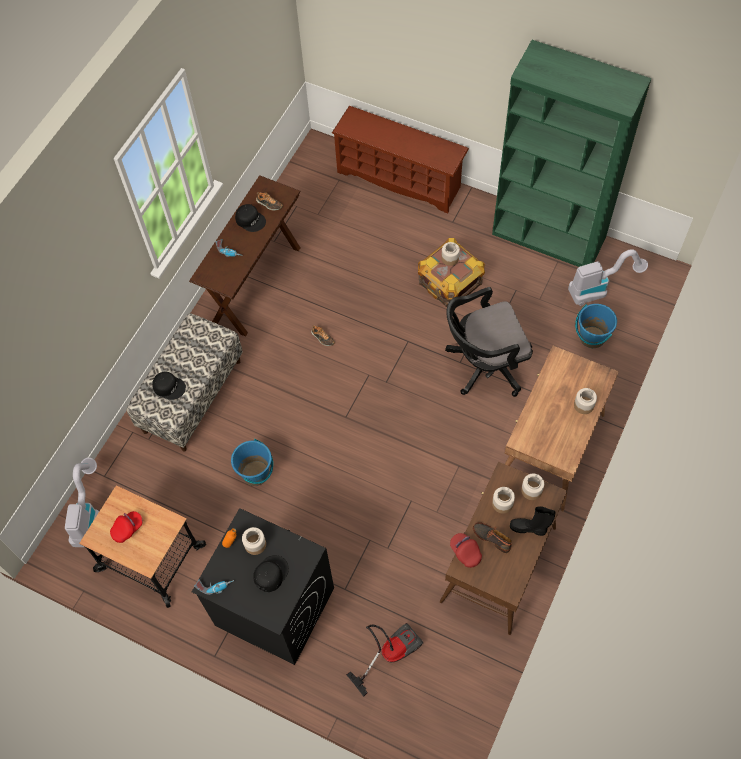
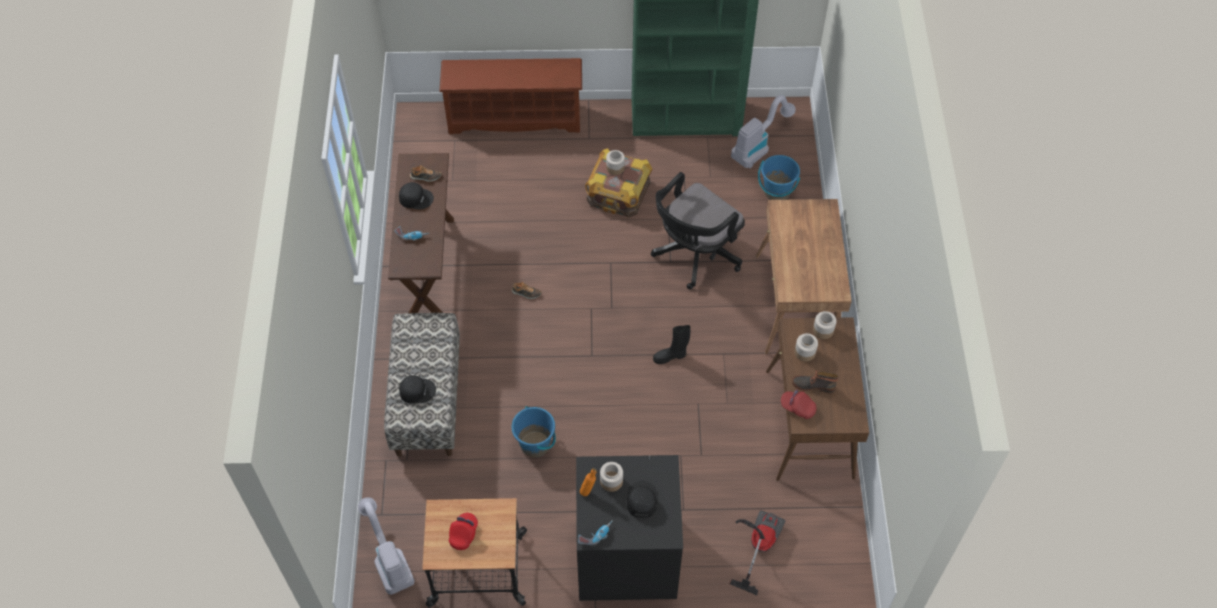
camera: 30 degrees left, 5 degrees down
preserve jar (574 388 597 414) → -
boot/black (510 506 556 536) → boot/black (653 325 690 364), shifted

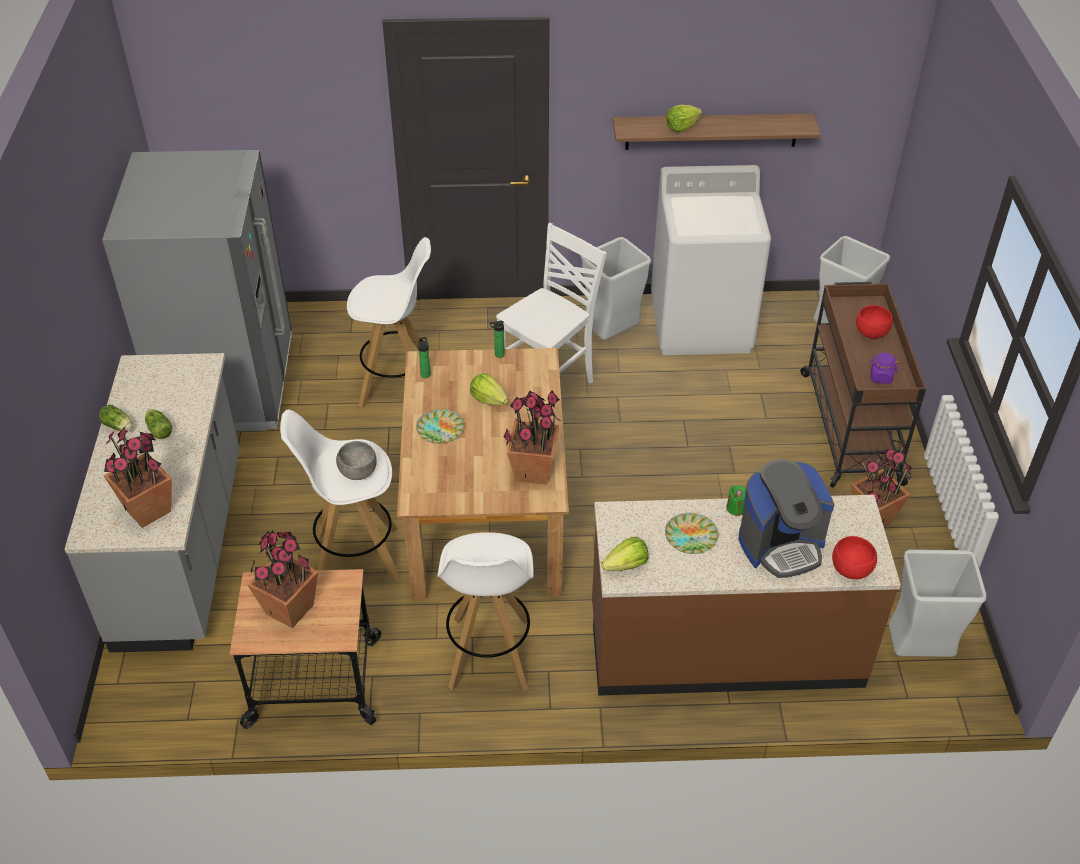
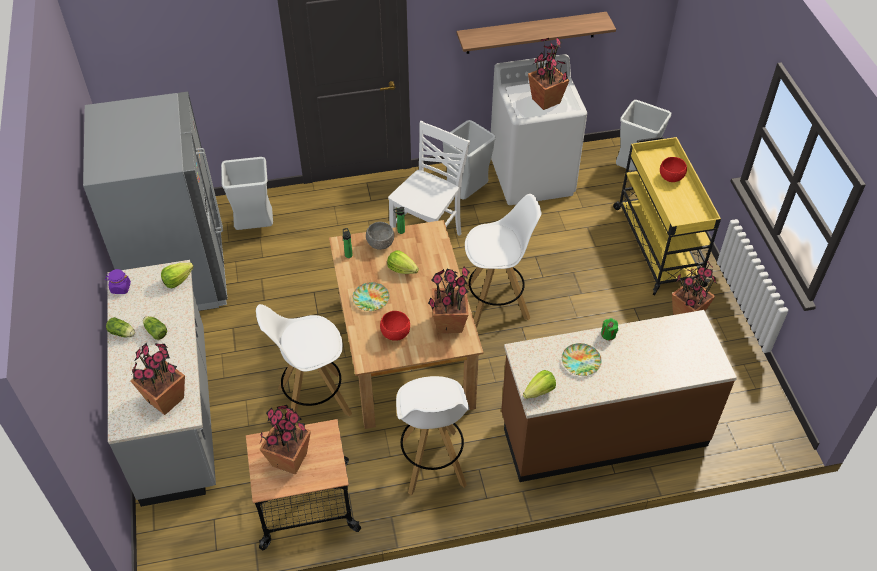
camera: 10 degrees left, 5 degrees up
head of lettuce (666 105 702 132) → head of lettuce (161 263 194 288), shifted
stool seat/white-coloured (347 237 431 407) → stool seat/white-coloured (465 194 542 328), shifted
cart/brownish (800 282 926 488) → cart/yellow (613 136 721 295)
preserve jar/purple-coloured (870 353 899 384) → preserve jar/purple-coloured (105 269 131 294), shifted
deep dish/greyish (336 441 377 480) → deep dish/greyish (366 222 394 250), shifted
coffee machine (738 459 834 578) → -
deep dish/red-coloured (832 536 877 579) → deep dish/red-coloured (380 311 410 341), shifted
trash can/greyish (889 549 987 657) → trash can/greyish (221 157 273 230), shifted
- → potted plant (528 37 569 110)

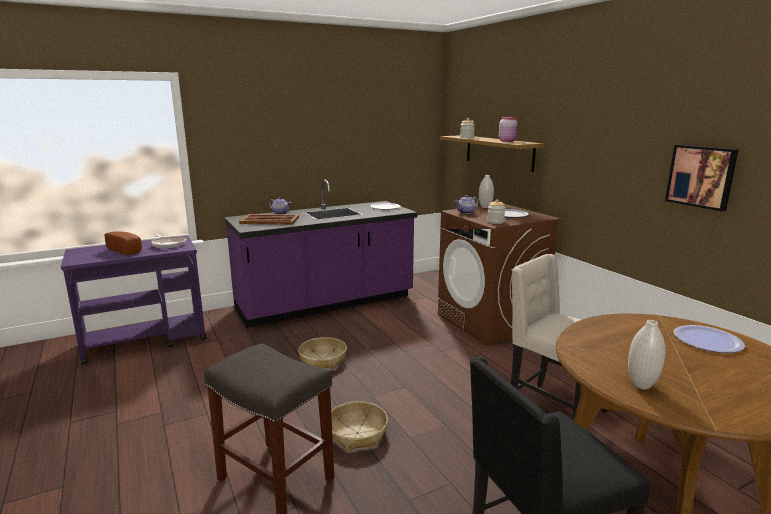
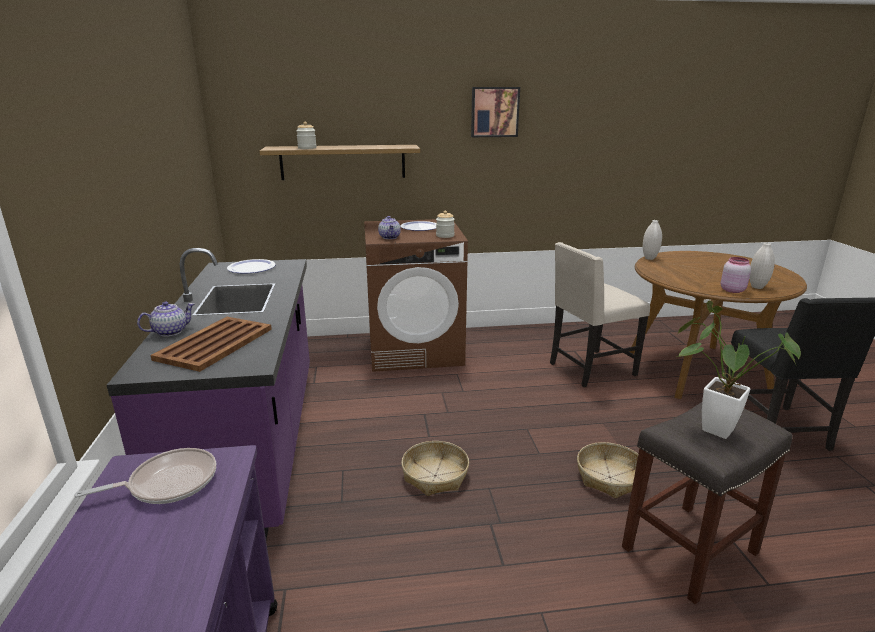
camera: 70 degrees left, 5 degrees up
preserve jar/pinkish (499 117 518 142) → preserve jar/pinkish (721 257 751 293), shifted
wall picture (665 145 739 211) → wall picture (471 87 520 137), shifted
decorative vase/white-coloured (479 175 494 208) → decorative vase/white-coloured (643 220 662 260), shifted
bread (105 231 142 255) → -
flat dish (674 325 745 353) → -
- → potted plant (677 301 801 439)

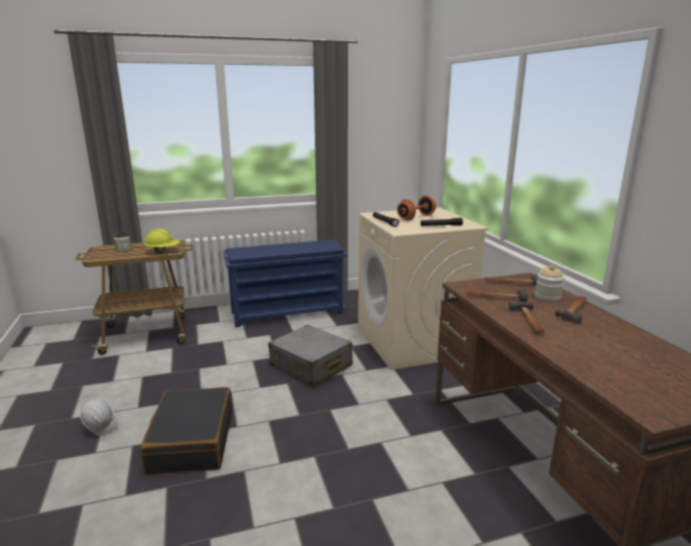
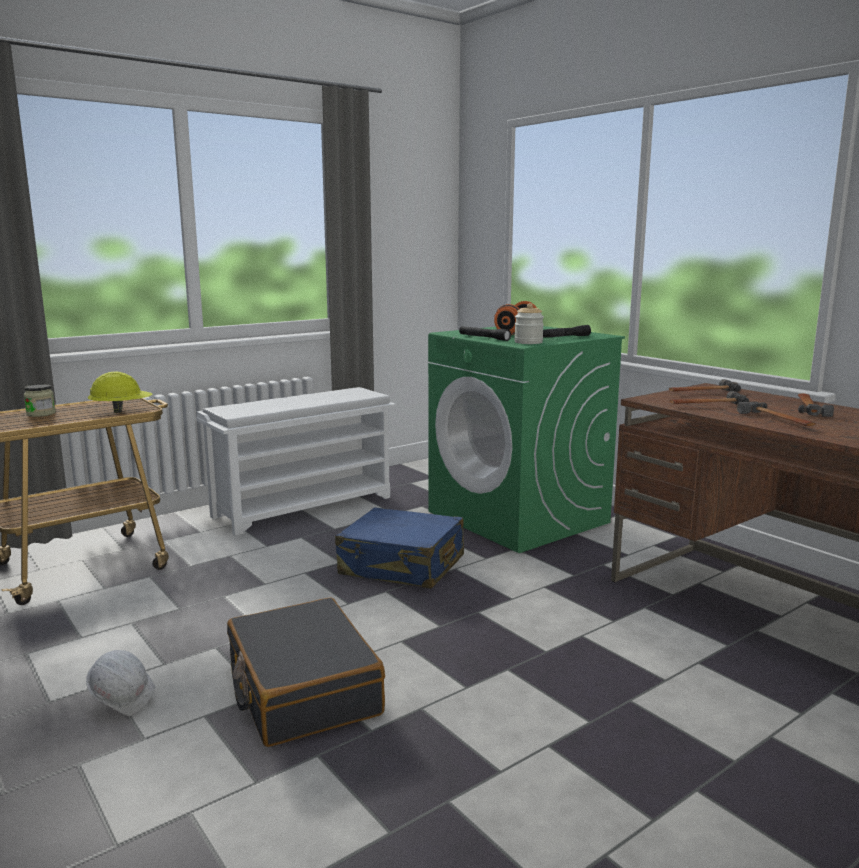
camera: 20 degrees left, 5 degrees down
washing machine/beige (358 208 489 370) → washing machine/green (428 326 625 553)
shoe shelf/blue-coloured (223 240 348 328) → shoe shelf/white-coloured (196 387 396 536)
preserve jar (535 265 564 302) → preserve jar (514 303 544 344), shifted
travel case/greyish (268 325 353 387) → travel case/blue-coloured (335 507 464 589)

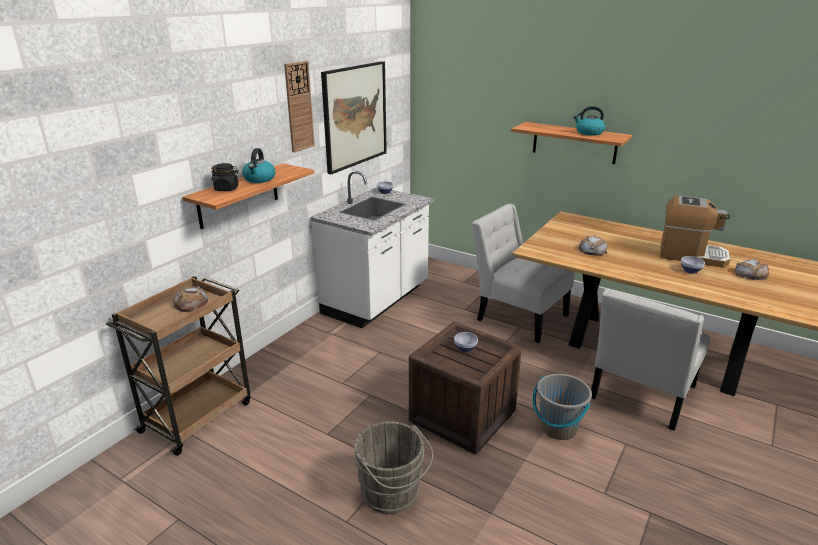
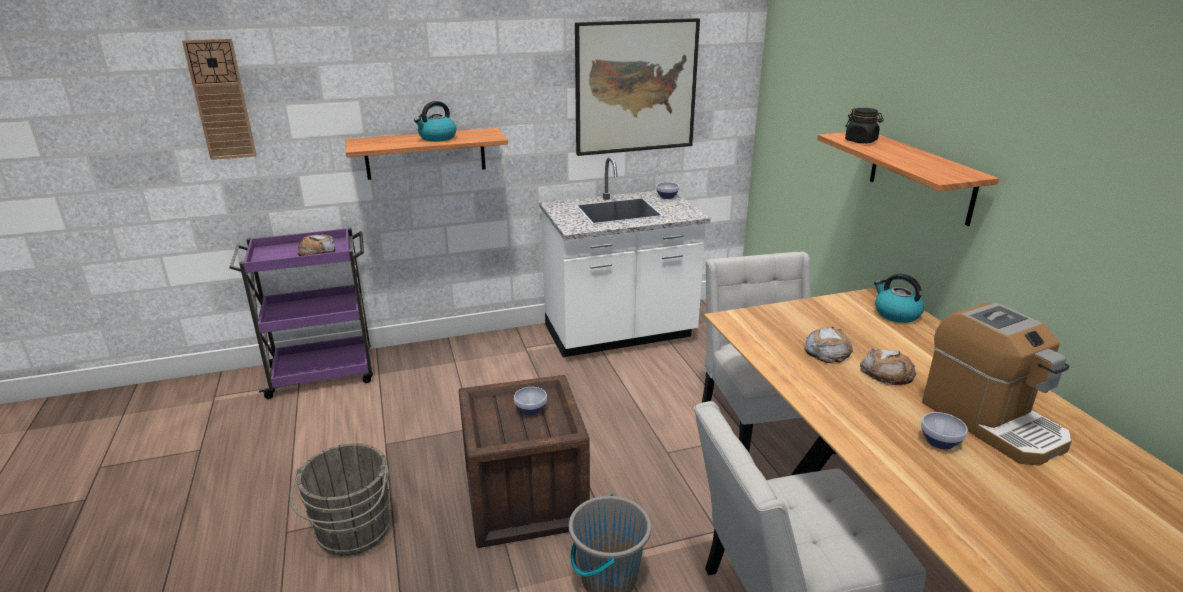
camera: 40 degrees right, 0 degrees up
hanging clock (284 61 315 152) → hanging clock (182 38 257 160), shifted
water kettle (573 106 605 136) → water kettle (874 274 924 323), shifted
preserve jar/black (211 163 239 191) → preserve jar/black (845 108 884 143), shifted
bread (735 259 770 281) → bread (860 348 917 385), shifted
cart/brownish (106 276 251 456) → cart/purple-coloured (229 228 373 399)

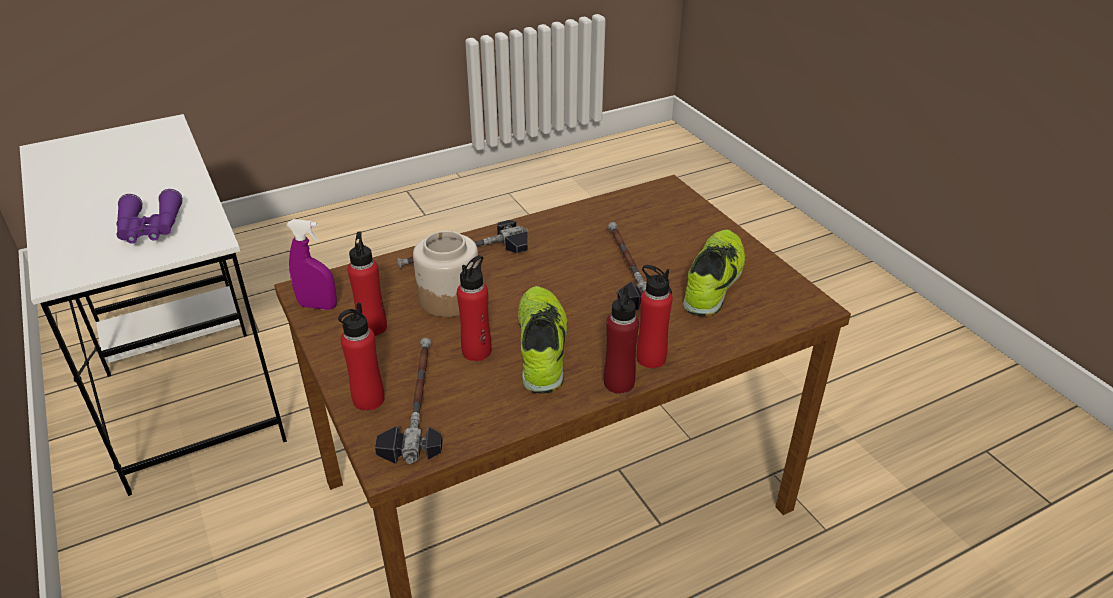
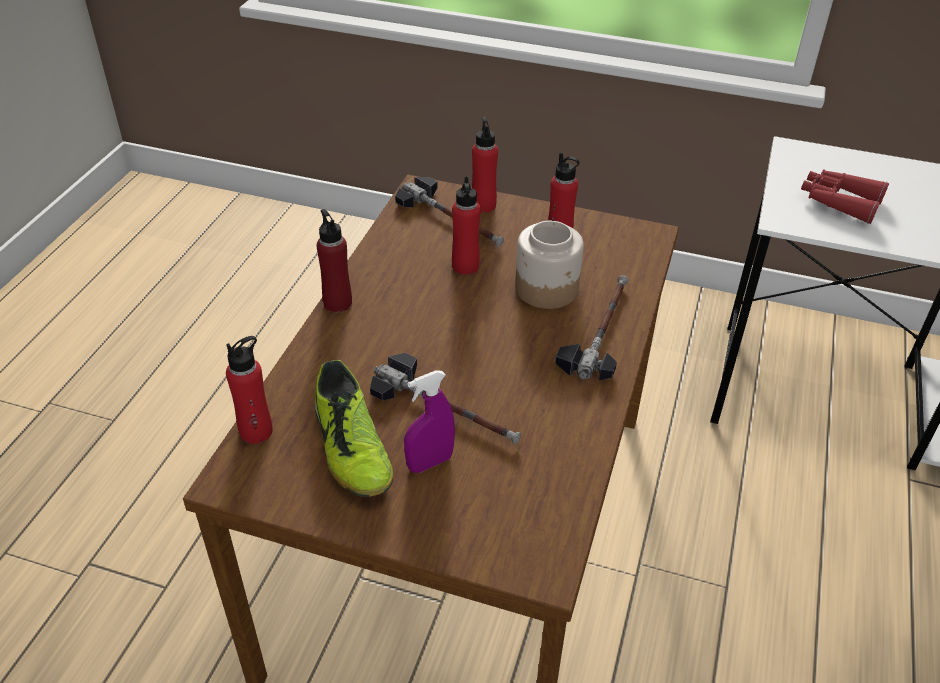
camera: 135 degrees right, 5 degrees up
pair of binoculars/purple-coloured (116 189 183 244) → pair of binoculars/red-coloured (801 169 889 224)
spray bottle/purple-coloured (286 219 337 310) → spray bottle/purple-coloured (404 370 455 473), shifted
bottle/red-coloured (637 265 672 368) → bottle/red-coloured (226 336 273 444), shifted
item of footwear (518 286 567 393) → -

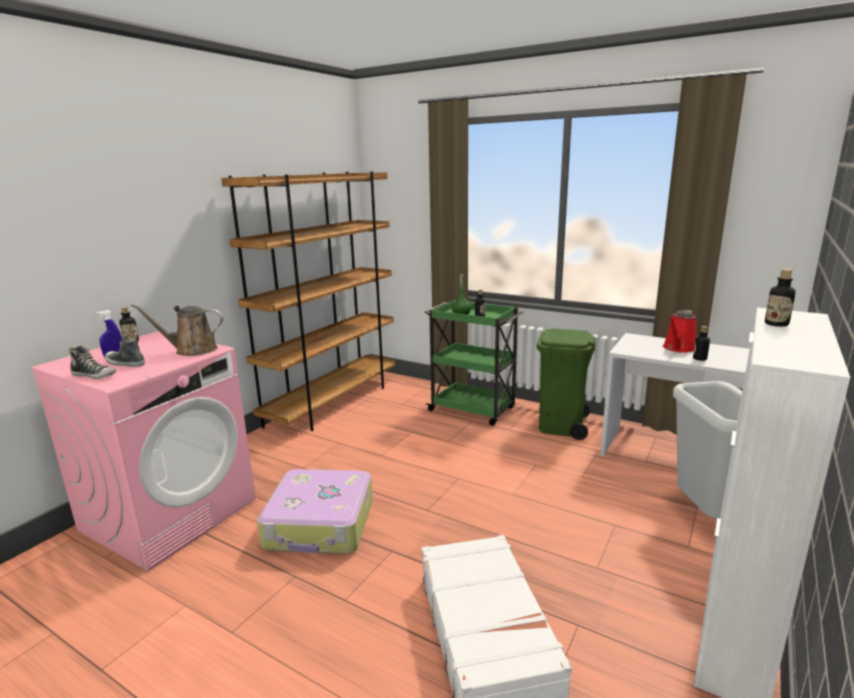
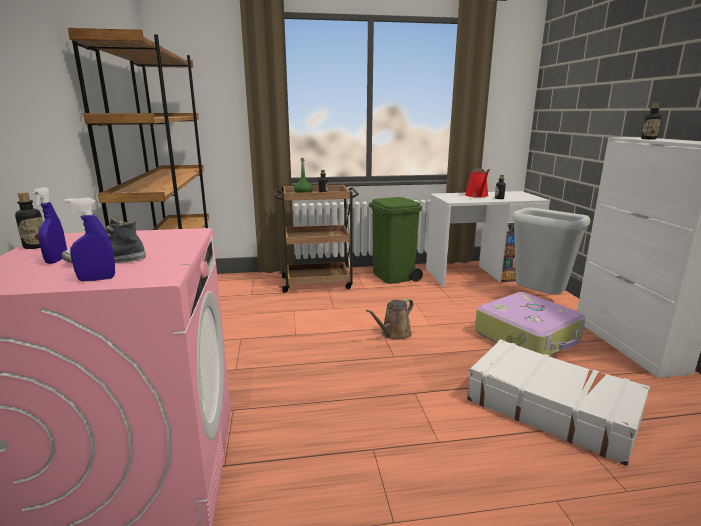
camera: 40 degrees left, 0 degrees up
cart/green (425 300 524 426) → cart/brownish (274 185 359 293)
watering can/brownish (130 304 223 356) → watering can/brownish (366 299 413 340), shifted
item of footwear (68 345 116 379) → spray bottle/blue-coloured (65 197 115 281)
travel case (257 469 373 554) → travel case (475 292 585 356), shifted

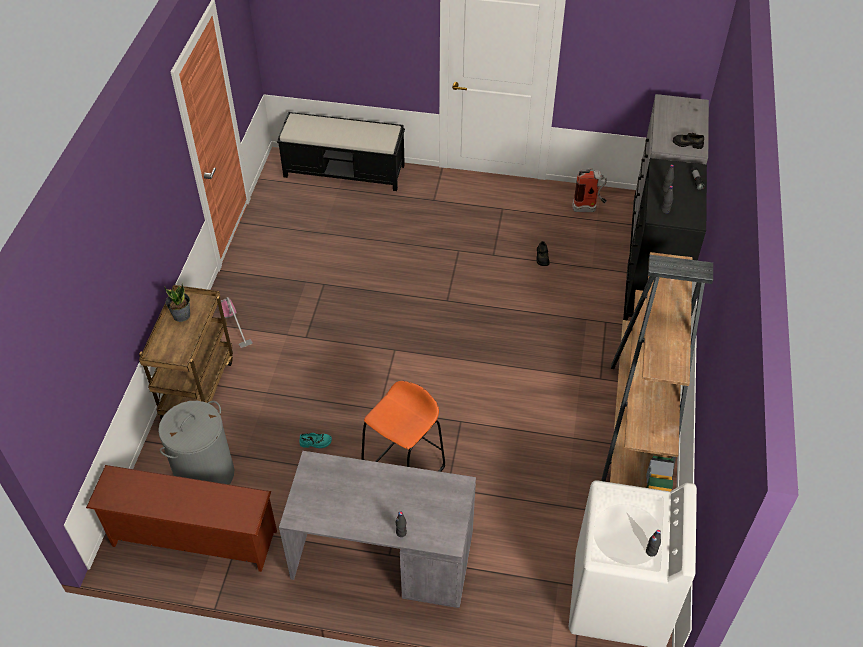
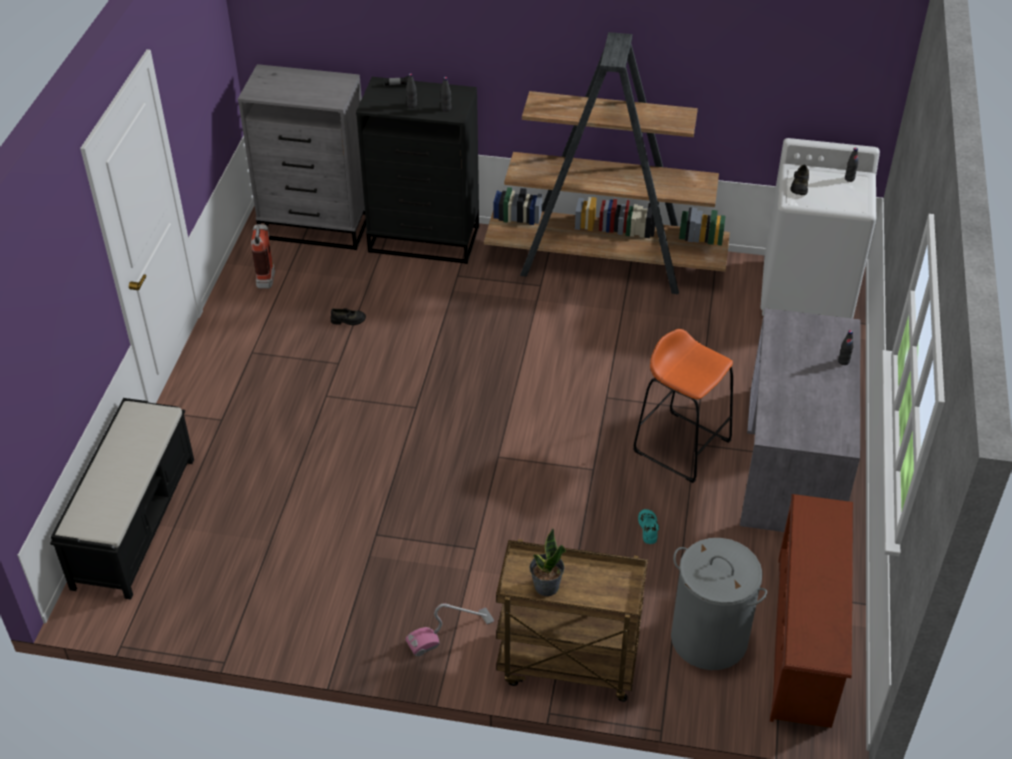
camera: 90 degrees left, 5 degrees down
item of footwear/black (673 133 704 149) → item of footwear/black (790 165 809 195), shifted

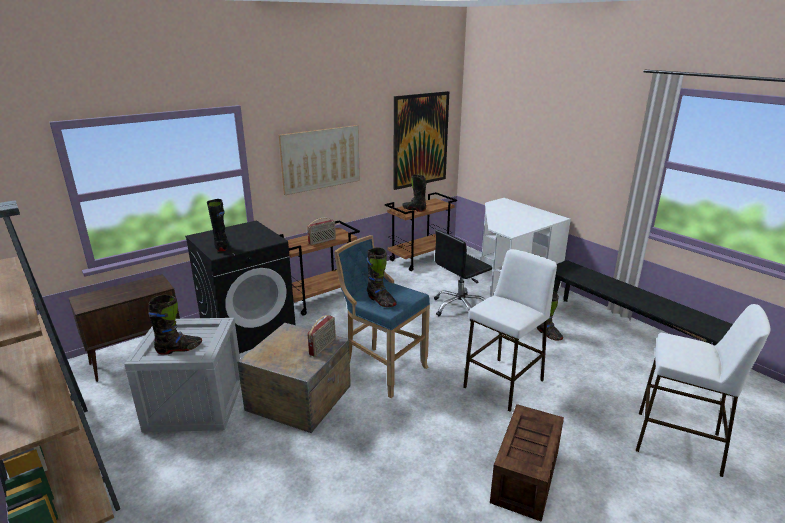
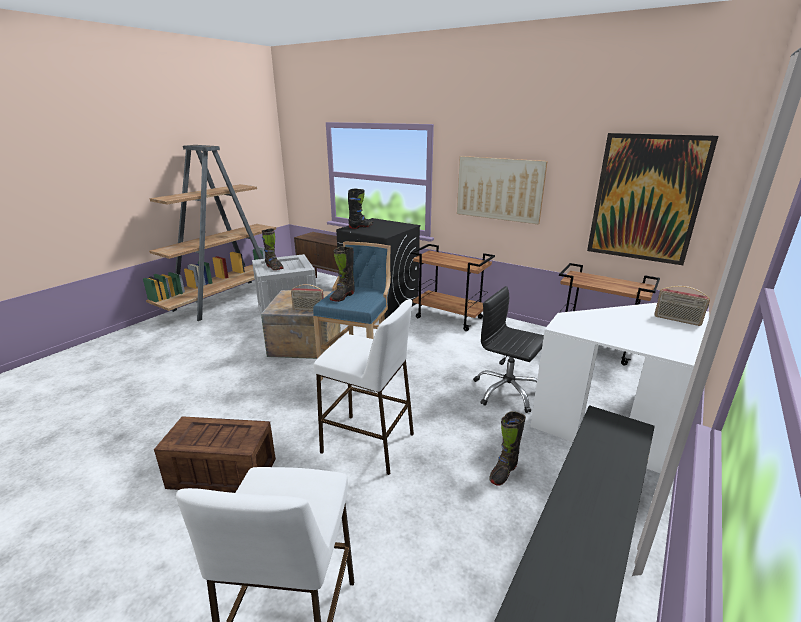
camera: 70 degrees right, 0 degrees up
boot/black (402 174 427 212) → -
radio (307 218 336 245) → radio (654 286 710 326), shifted

